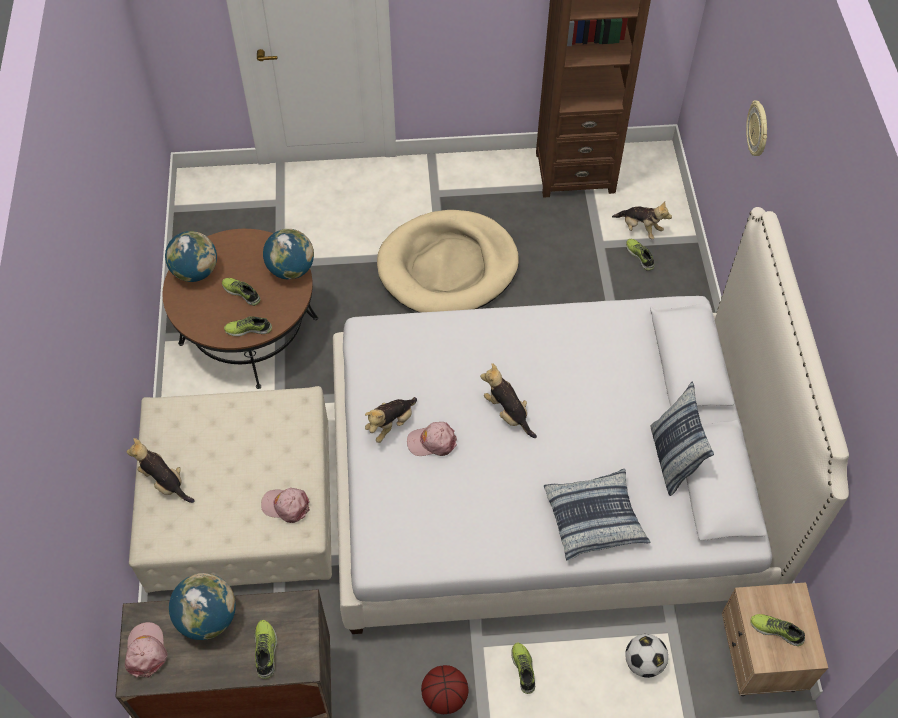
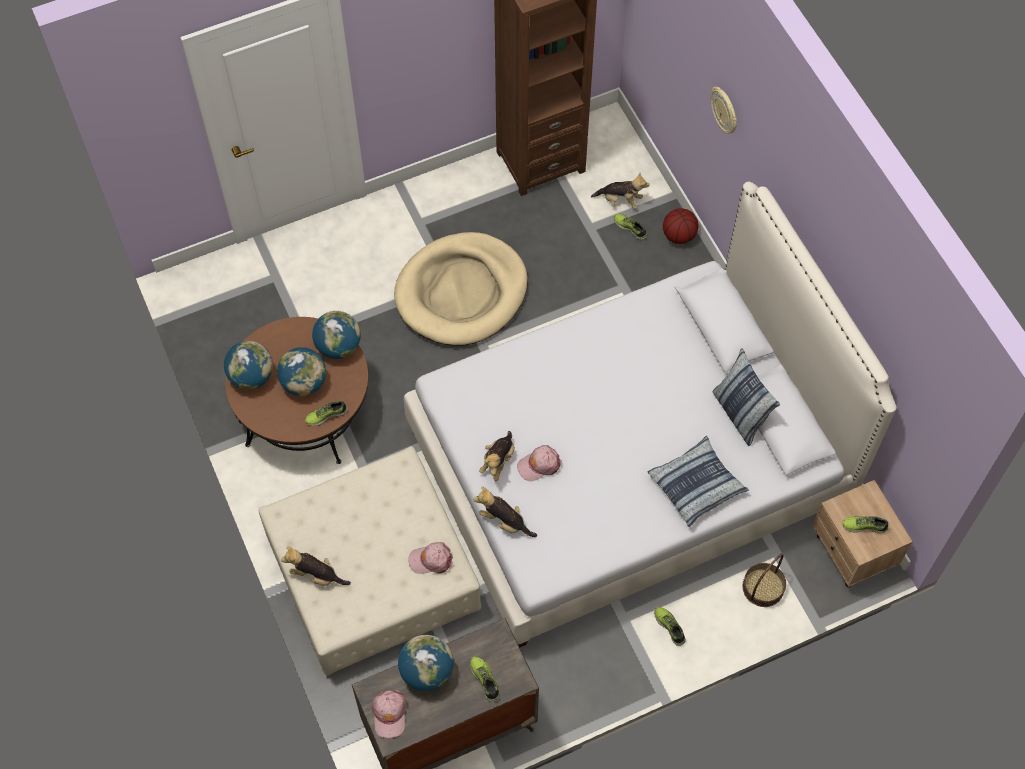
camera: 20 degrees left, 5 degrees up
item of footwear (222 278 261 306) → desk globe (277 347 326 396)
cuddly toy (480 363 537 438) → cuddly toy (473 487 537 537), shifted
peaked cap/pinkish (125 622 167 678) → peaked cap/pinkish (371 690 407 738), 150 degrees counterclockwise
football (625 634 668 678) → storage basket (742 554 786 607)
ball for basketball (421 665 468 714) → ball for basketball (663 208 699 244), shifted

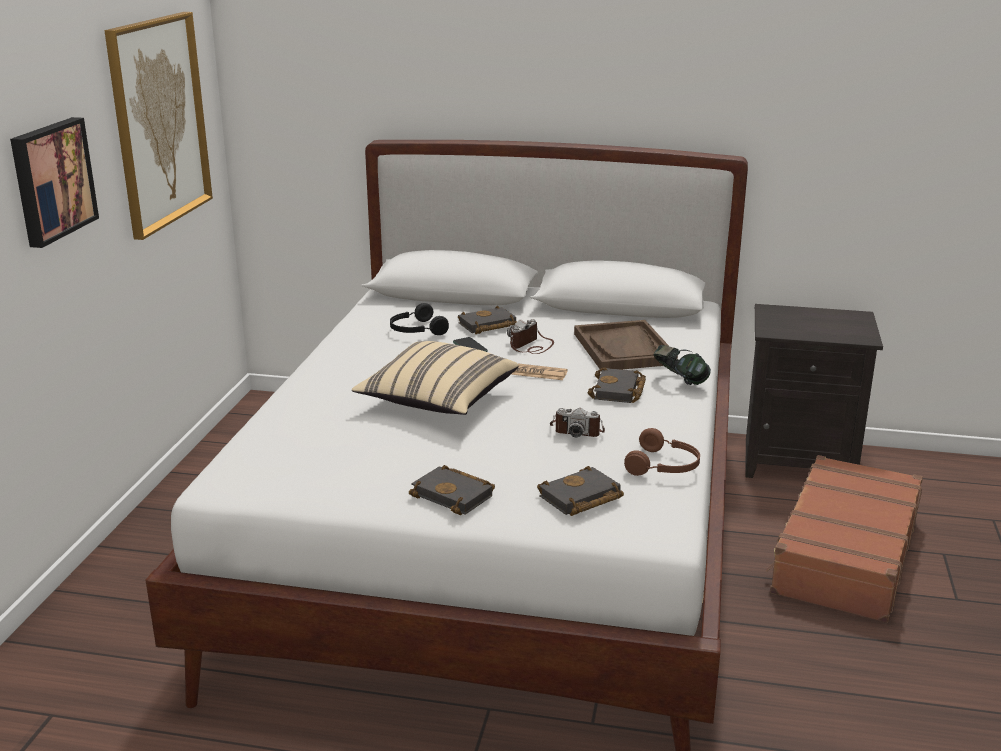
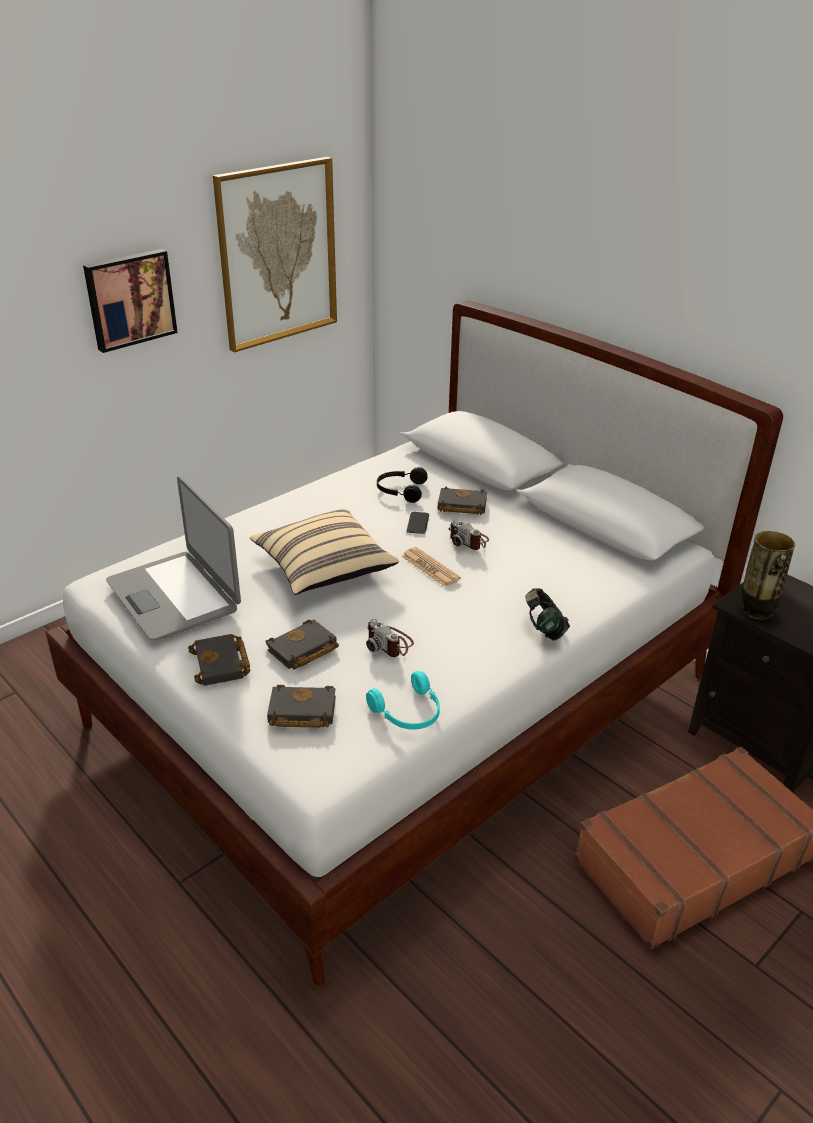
camera: 35 degrees right, 10 degrees up
still camera (507 319 554 354) → still camera (448 520 489 550), 120 degrees counterclockwise
carrying tray/brownish (574 320 678 371) → -
bound book/black (588 367 646 403) → bound book/black (265 620 339 670), shifted
headphones/brownish (624 428 700 476) → headphones/turquoise (366 671 440 730)
- → portable computer (106 476 241 641)
- → decorative vase (742 531 795 620)

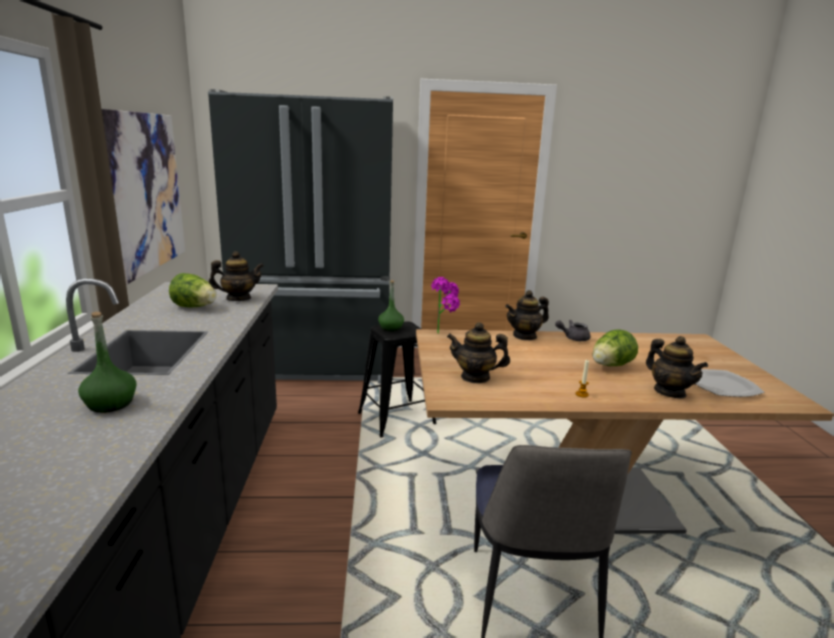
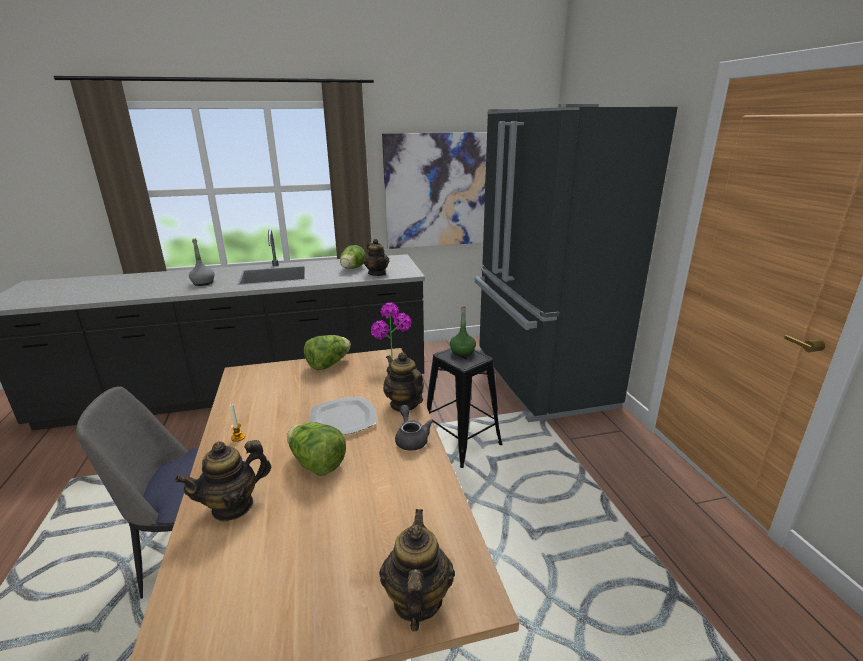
camera: 80 degrees right, 5 degrees up
bottle/green (78 312 137 413) → bottle/greyish (189 238 215 286)
tea pot (447 322 510 384) → tea pot (379 509 455 631), shifted
flat dish (696 369 765 397) → flat dish (310 397 377 435), shifted
- → head of lettuce (304 335 351 370)

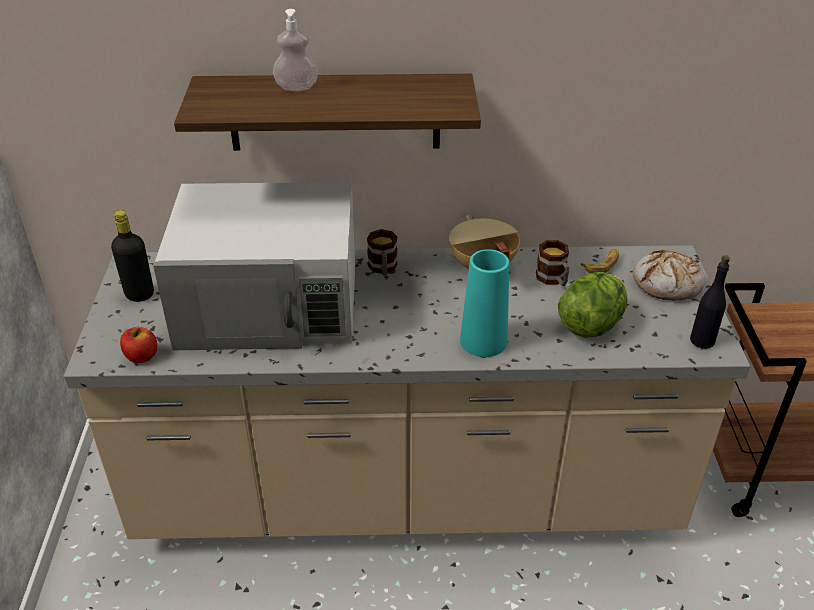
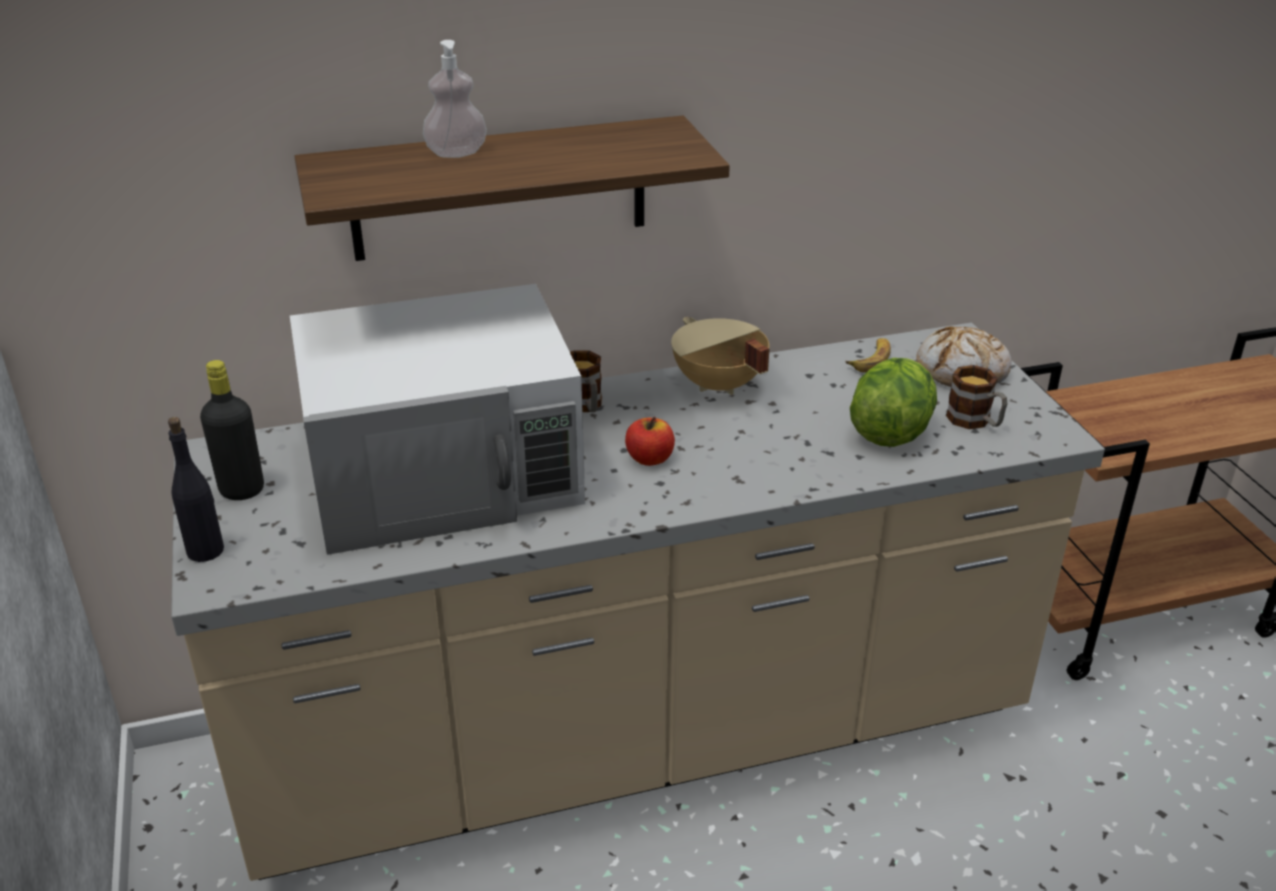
camera: 15 degrees left, 5 degrees down
mug (536 240 569 286) → mug (946 365 1007 429), shifted
decorative vase/turquoise (460 249 509 357) → -
bottle/black (690 255 730 349) → bottle/black (168 417 224 562), shifted
apple (120 327 157 363) → apple (625 417 675 466), shifted

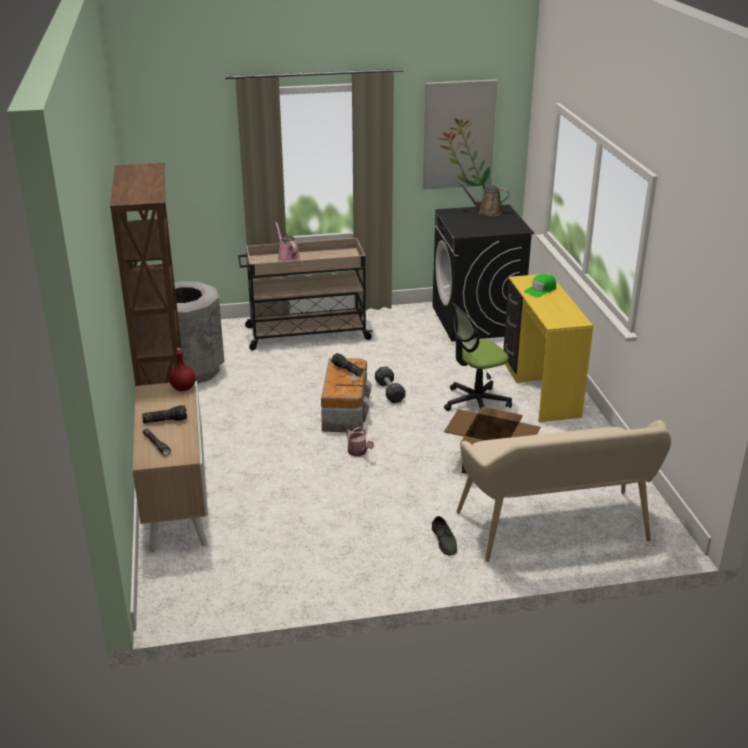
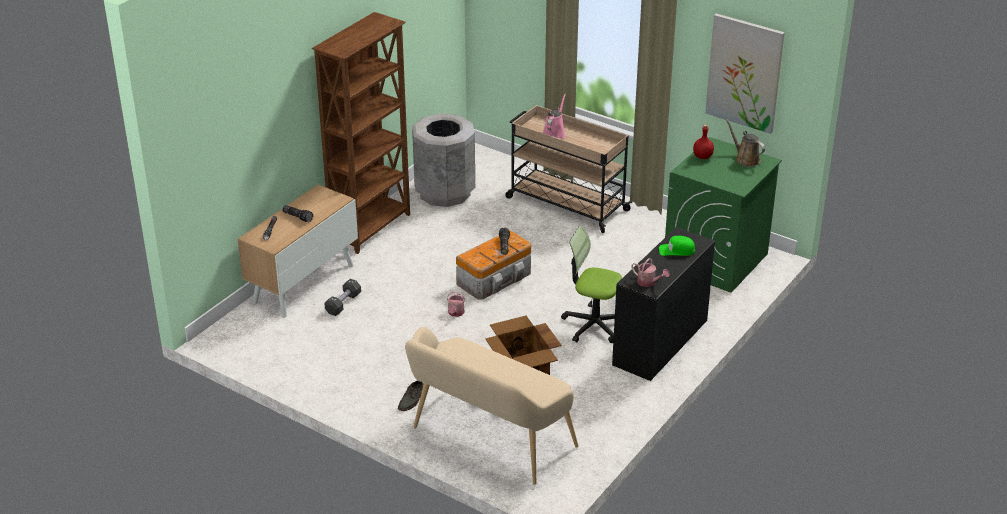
camera: 45 degrees right, 5 degrees up
washing machine/black (432 204 534 341) → washing machine/green (665 137 782 293)
desk unit/yellow (503 274 593 422) → desk unit/black (612 227 715 381)
bottle/red-coloured (169 348 195 391) → bottle/red-coloured (693 125 714 159), shifted
hand weight/black (375 366 405 403) → hand weight/black (324 279 361 316), shifted
- → watering can (631 258 670 287)

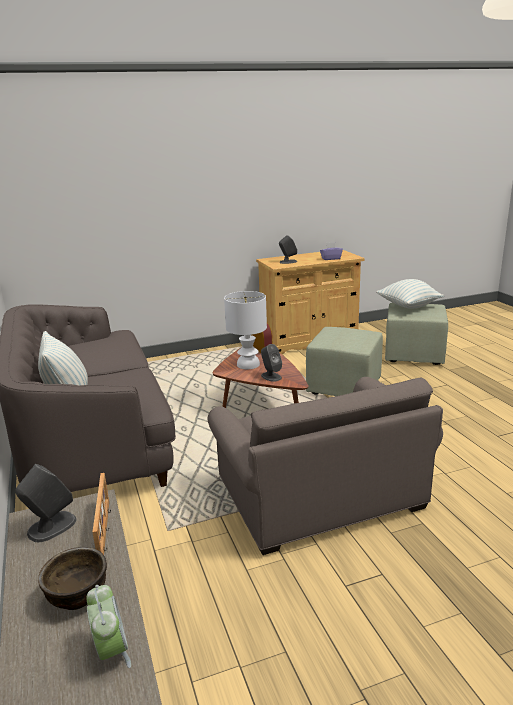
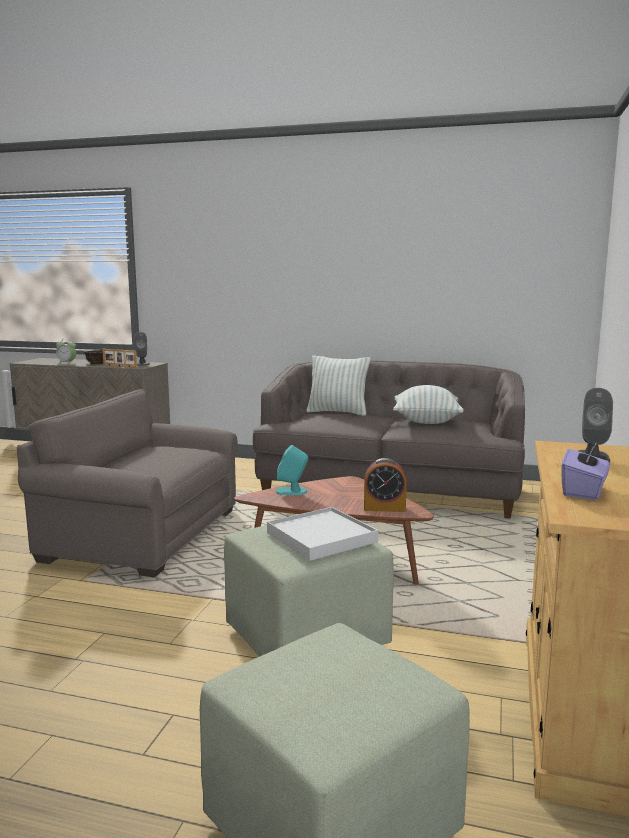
camera: 125 degrees right, 10 degrees down
throw pillow (376 279 444 309) → throw pillow (393 385 464 424), shifted
table lamp/white-coloured (224 291 267 369) → -
audio speaker/greyish (261 344 282 382) → audio speaker/turquoise (276 445 308 495)
- → carrying tray/white-coloured (267 507 378 561)

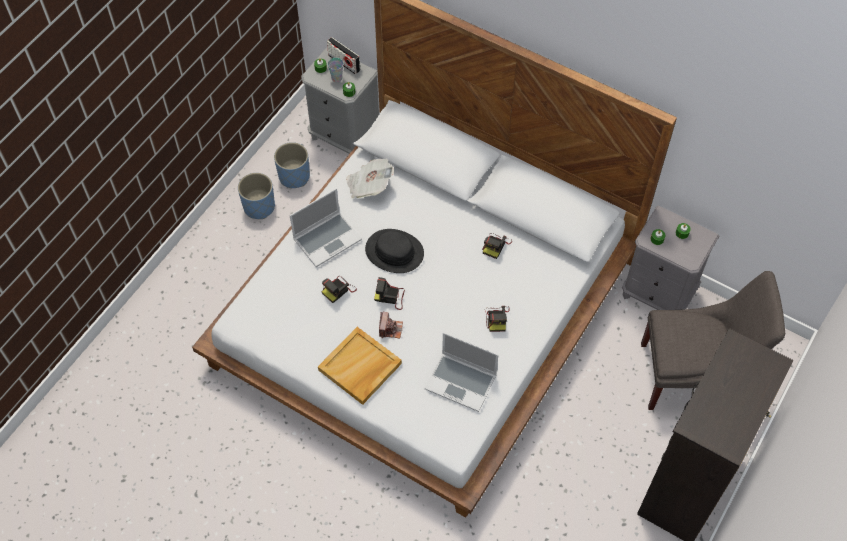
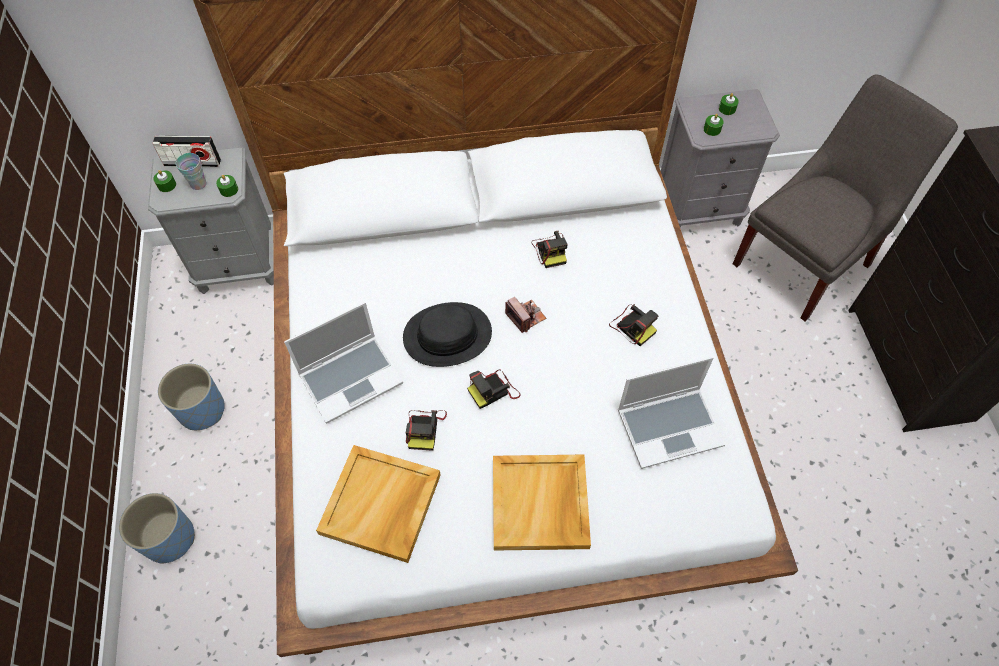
camera: 40 degrees left, 0 degrees up
plant pot/blue-coloured (274 142 310 188) → plant pot/blue-coloured (119 493 195 564), shifted
daily paper (346 159 394 198) → -
portable computer (290 188 362 267) → portable computer (284 302 403 424), 45 degrees clockwise
still camera (379 312 403 338) → still camera (505 297 546 333), shifted
- → carrying tray/beige (316 445 441 563)

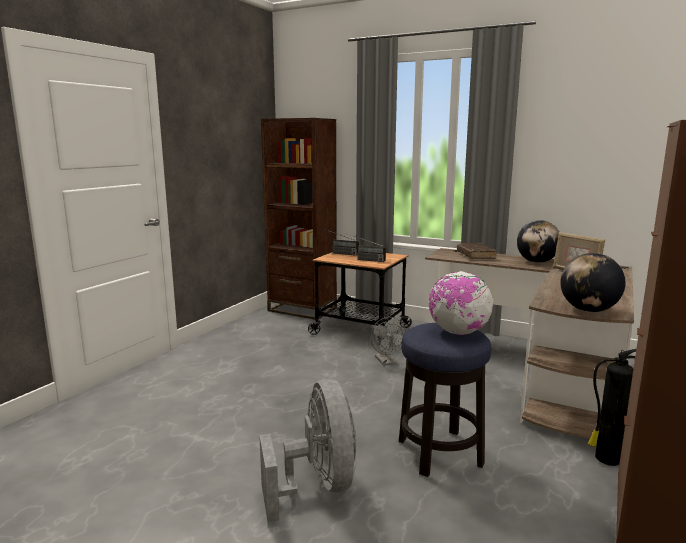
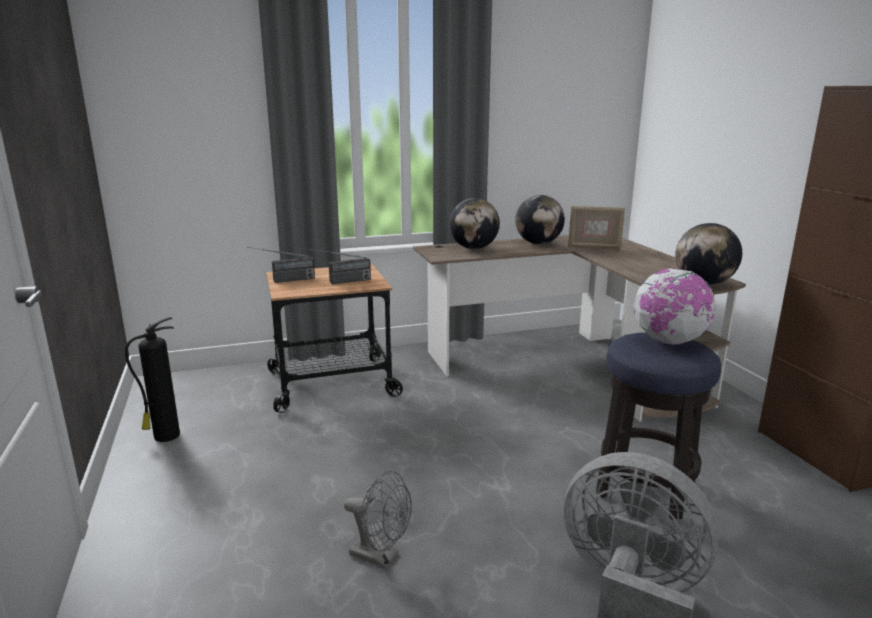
camera: 45 degrees left, 5 degrees up
shelving unit/brownish (261 118 337 320) → -
bound book/brownish (457 243 497 259) → desk globe (449 198 500 249)
electric fan/greyish (371 317 406 365) → electric fan/greyish (344 471 412 569), shifted
fire-fighting cylinder (588 349 636 466) → fire-fighting cylinder (125 317 180 442), shifted

